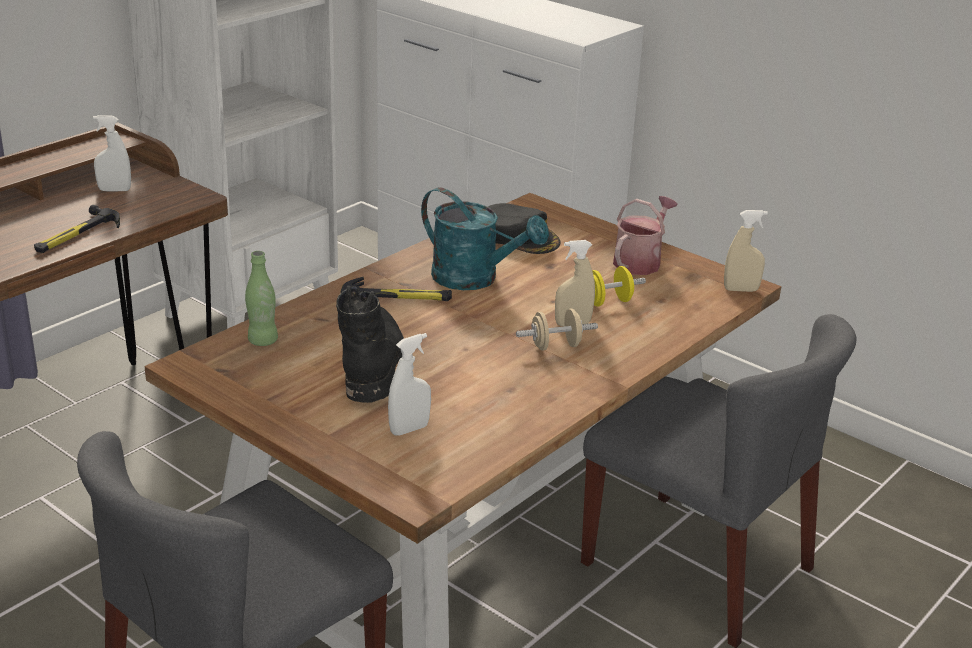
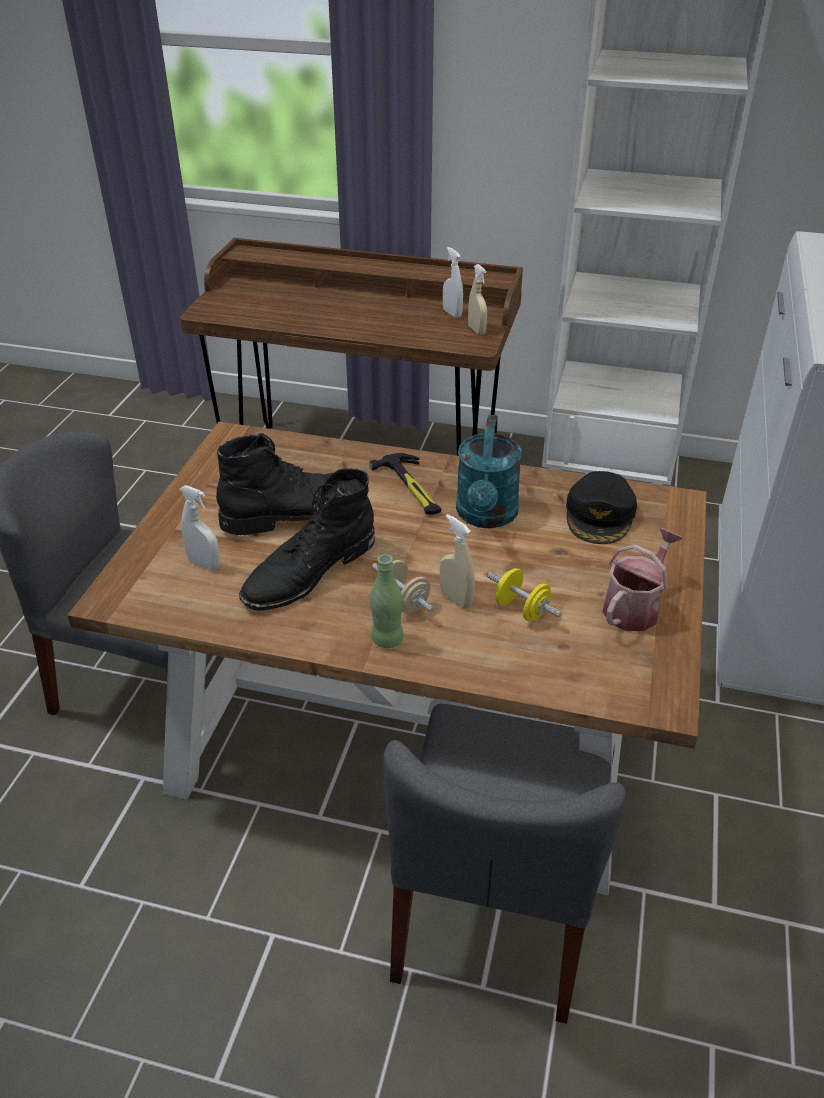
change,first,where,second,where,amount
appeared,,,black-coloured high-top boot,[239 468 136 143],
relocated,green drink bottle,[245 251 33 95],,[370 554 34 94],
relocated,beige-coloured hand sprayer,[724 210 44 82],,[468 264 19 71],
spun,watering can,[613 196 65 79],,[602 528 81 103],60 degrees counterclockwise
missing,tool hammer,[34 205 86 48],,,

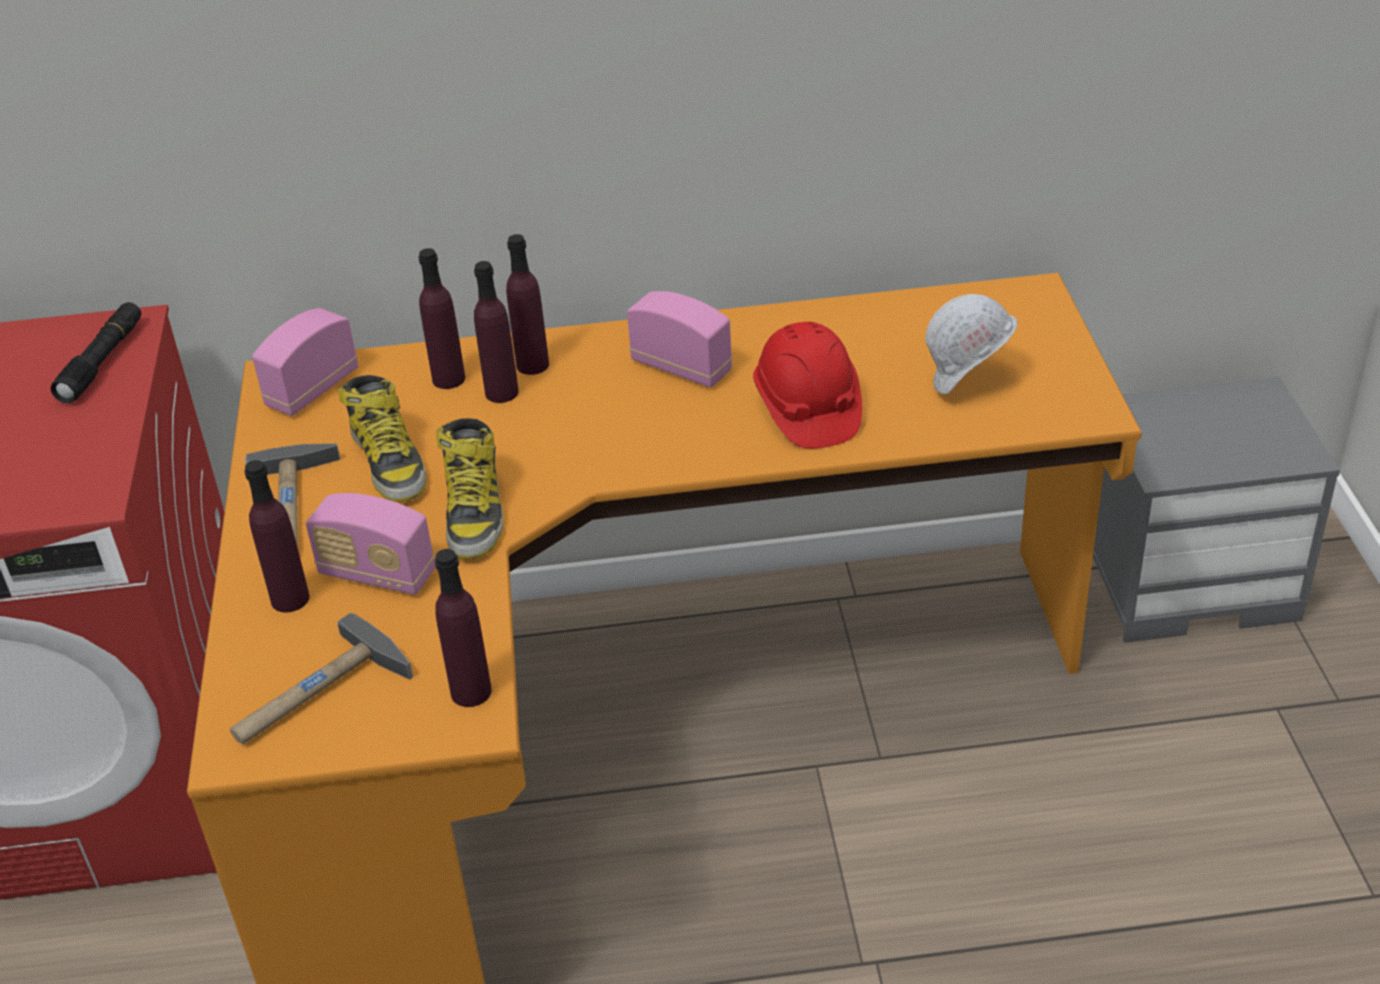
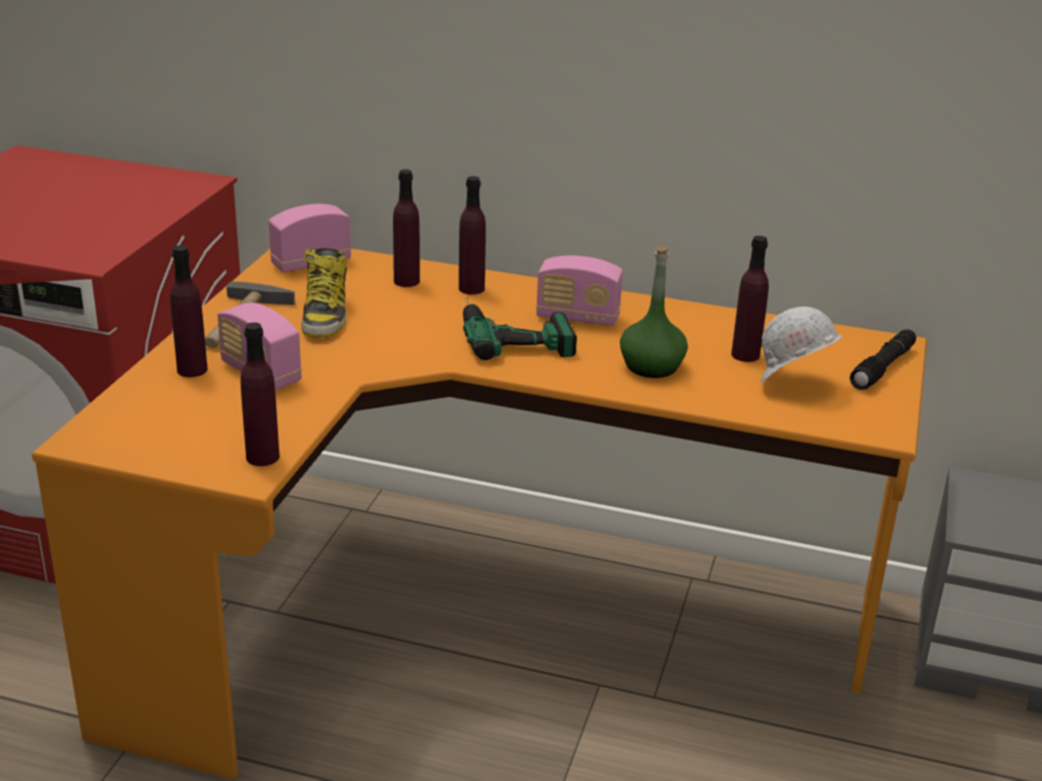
change,first,where,second,where,amount
appeared,,,electric drill,[463 298 114 62],
spun,radio,[627 291 105 97],,[536 255 87 71],135 degrees clockwise
exchanged,reddish safety helmet,[753 322 109 127],green drink bottle,[620 246 68 132],
relocated,purple-coloured drink bottle,[474 261 45 142],,[731 236 38 126],
relocated,black-coloured flashlight,[51 302 90 102],,[850 329 66 61],
missing,tool hammer,[230 613 183 131],,,
missing,high-top boot,[437 418 66 141],,,

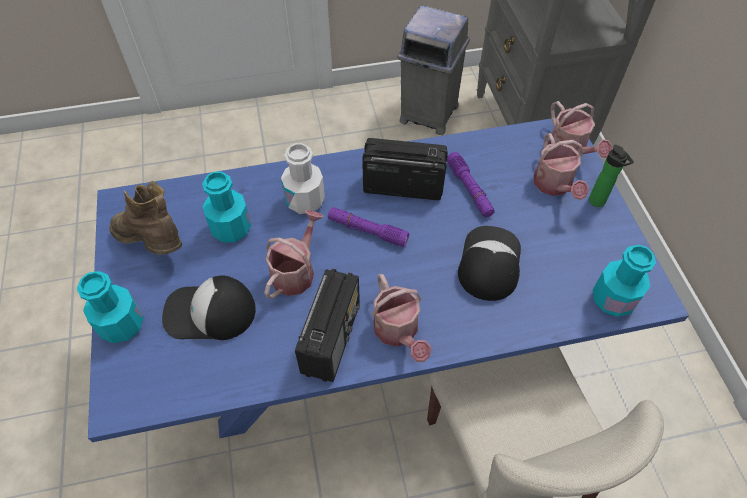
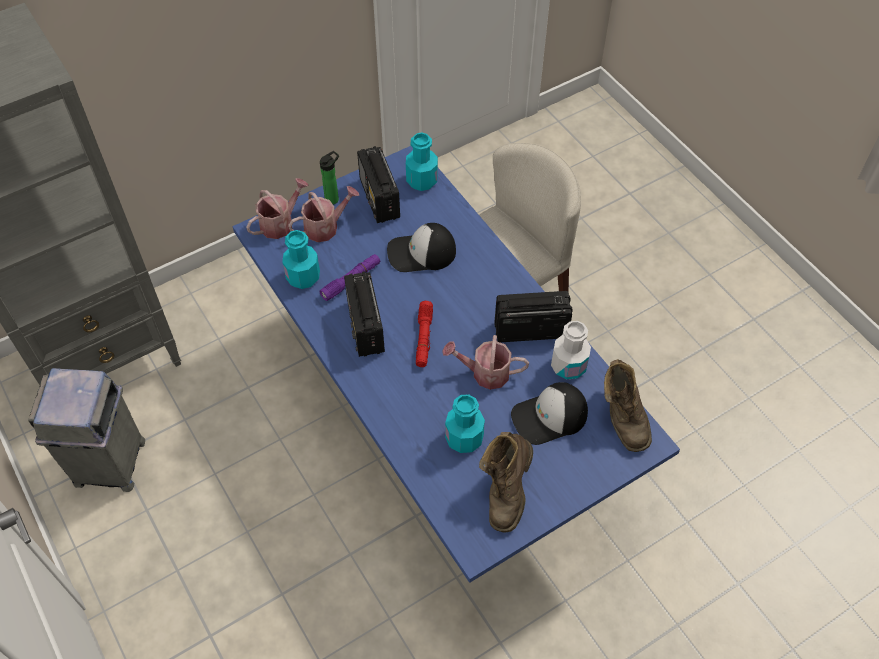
change,first,where,second,where,amount
relocated,blue-green drink bottle,[77 271 67 72],,[282 230 38 59],
appeared,,,radio,[357 146 43 77],
colour,purple-coloured flashlight,[328 207 81 40],reddish flashlight,[416 301 17 66],
spun,peaked cap,[162 276 94 64],,[511 382 77 63],90 degrees clockwise
relocated,white drink bottle,[281 143 44 71],,[551 321 40 58],
appeared,,,brownish high-top boot,[604 359 48 93],
missing,watering can,[372 274 60 88],,,

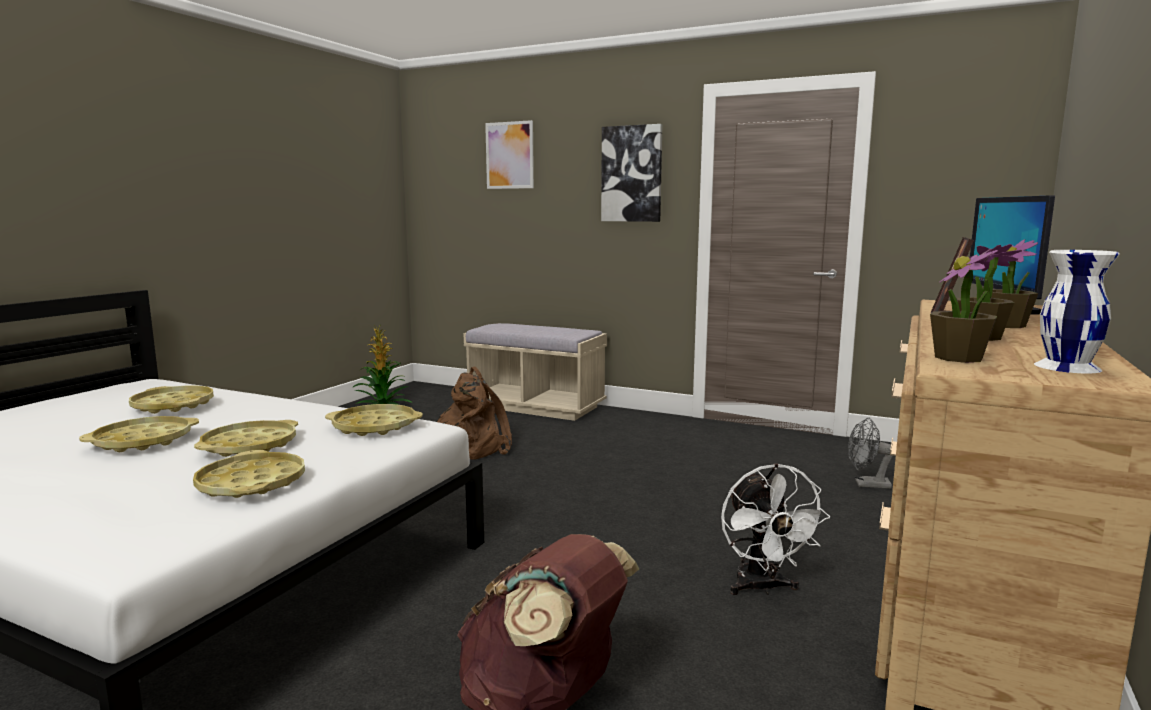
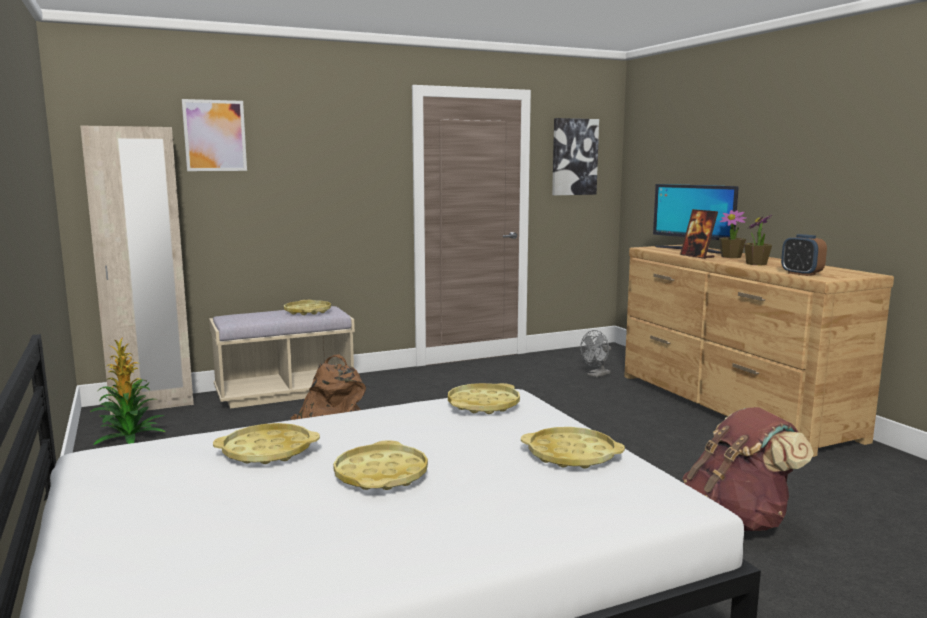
change,first,where,second,where,amount
appeared,,,beige-coloured clothes cupboard,[80 126 114 289],
relocated,yellowish tray,[194 420 104 37],,[284 300 47 15],
relocated,wall picture,[601 124 62 98],,[552 118 47 77],
exchanged,potted plant,[930 249 68 114],alarm clock,[781 234 46 42],
missing,white electric fan,[721 463 109 132],,,
missing,white flower vase,[1034 250 86 123],,,

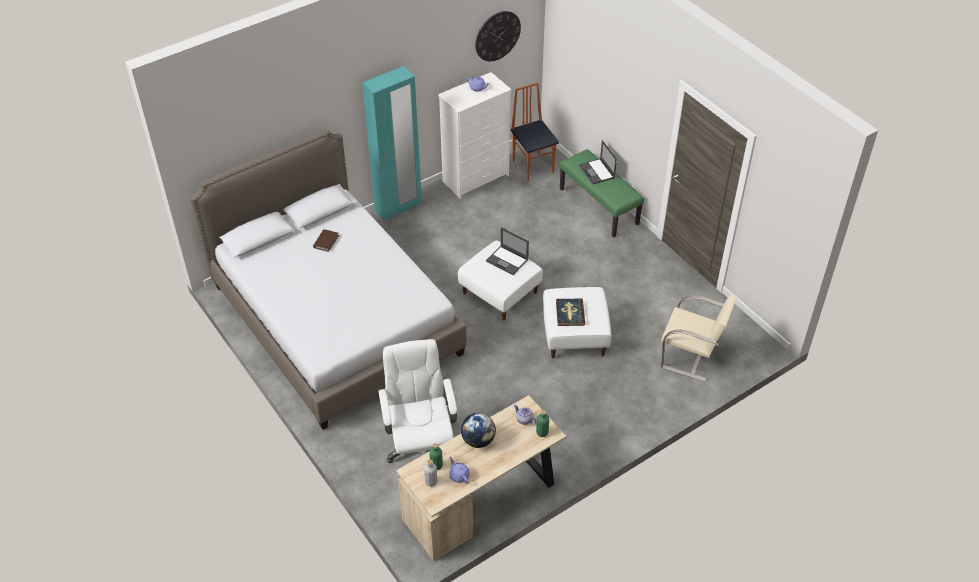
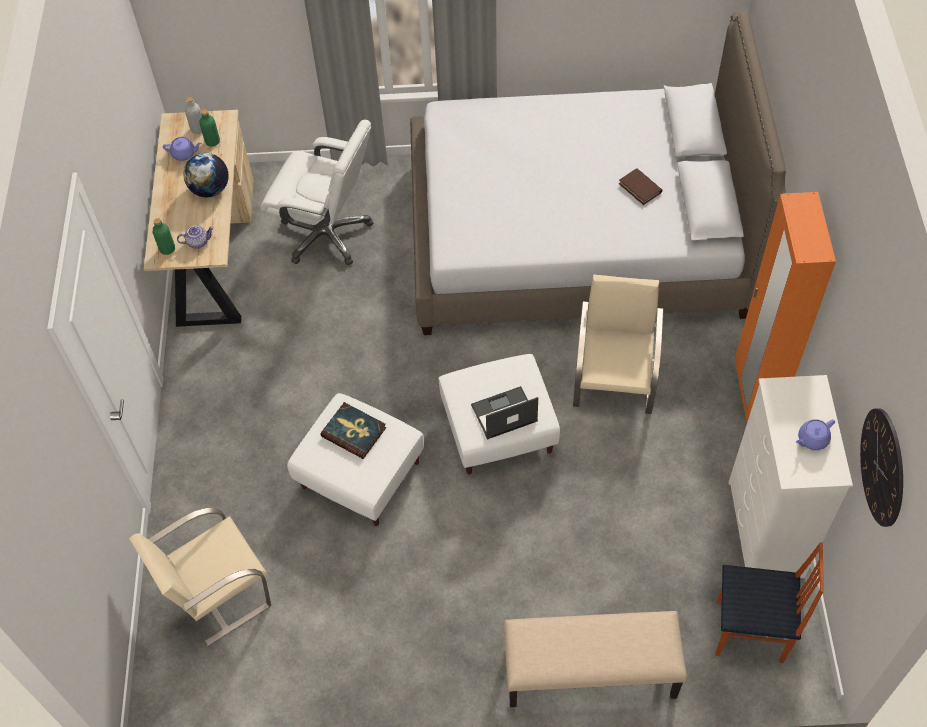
change,first,where,second,where,amount
colour,green indoor bench,[559 149 85 89],beige-coloured indoor bench,[504 611 183 96],
appeared,,,beige-coloured upright chair,[573 274 91 140],
colour,blue-green clothes cupboard,[362 66 60 155],orange-coloured clothes cupboard,[735 192 101 230],
missing,portable computer,[579 140 38 44],,,

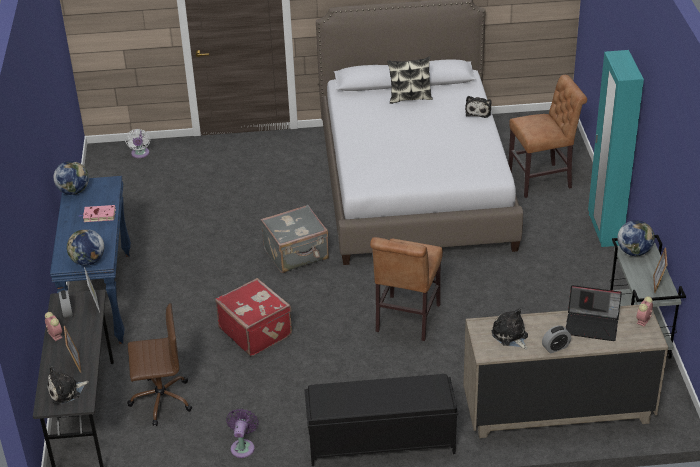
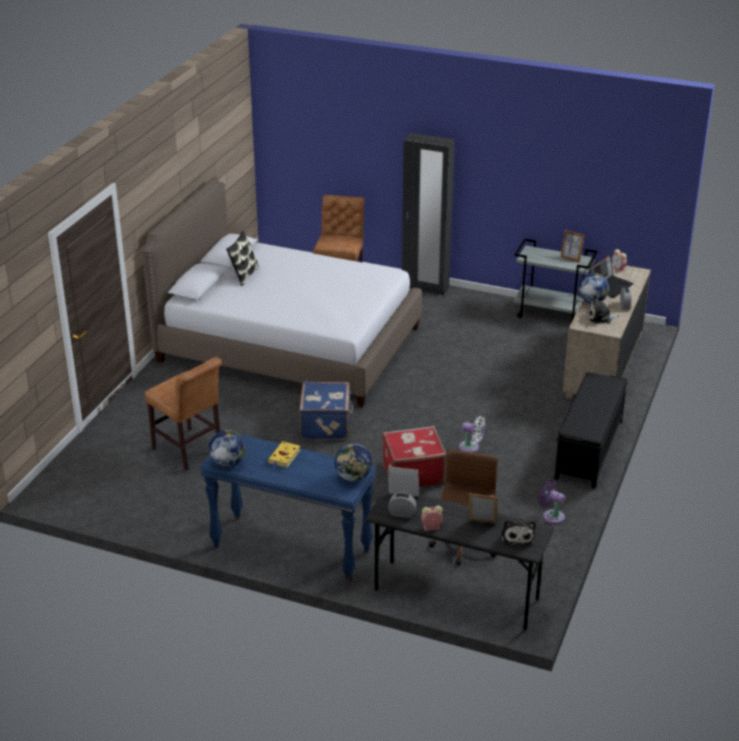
change,first,where,second,where,amount
relocated,brownish upright chair,[370 237 73 104],,[145 357 77 114],
colour,pink book,[79 205 37 17],yellowish book,[268 441 32 28],
colour,grey travel case,[261 205 68 68],blue travel case,[300 381 54 59],
colour,blue-green clothes cupboard,[588 50 56 197],black-coloured clothes cupboard,[402 133 53 162],
relocated,white electric fan,[125 129 25 29],,[459 416 26 37],
relocated,world globe,[617 220 38 36],,[578 273 31 30],
missing,plush toy,[465 96 27 22],,,

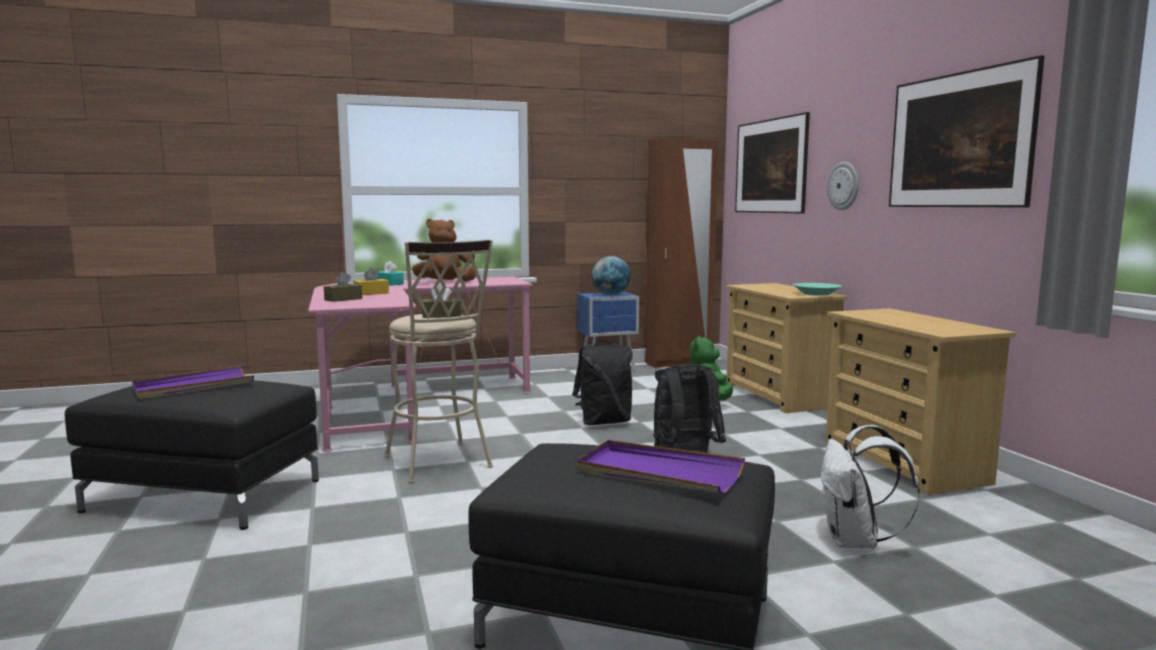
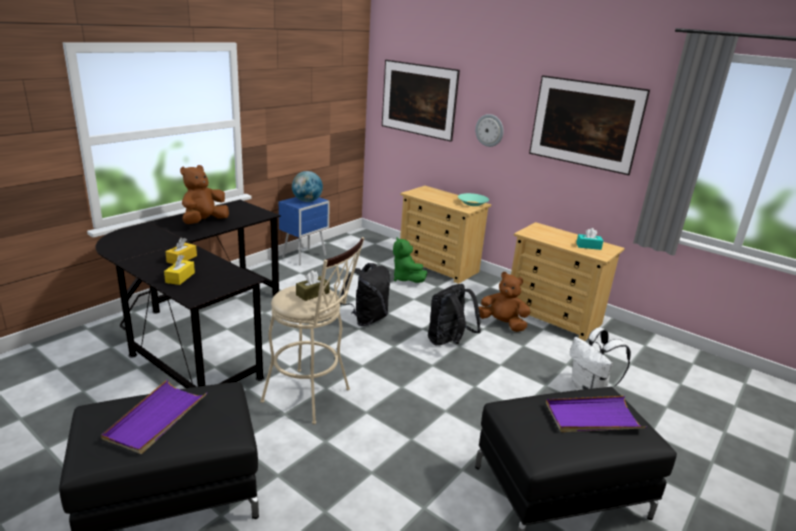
change,first,where,second,where,amount
colour,pink desk unit,[308 277 225 175],black-coloured desk unit,[96 200 185 188],
colour,brownish tissue holder,[324 272 38 30],yellowish tissue holder,[164 255 31 30],
appeared,,,brownish plush toy,[479 272 51 60],
relocated,blue-green tissue holder,[377 261 27 25],,[576 228 27 22],
missing,brownish clothes cupboard,[645 138 74 230],,,

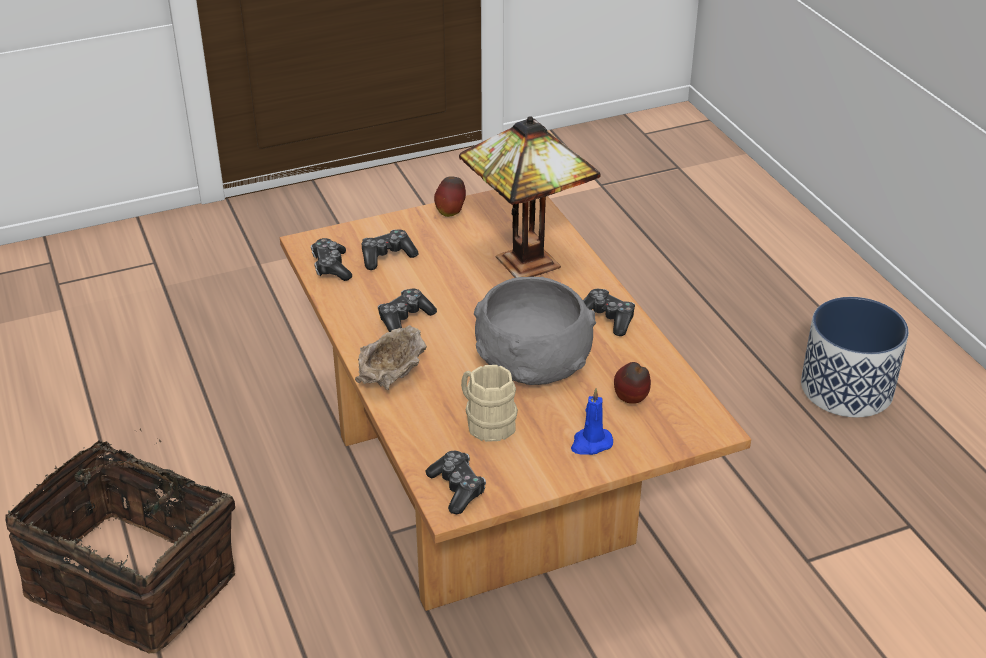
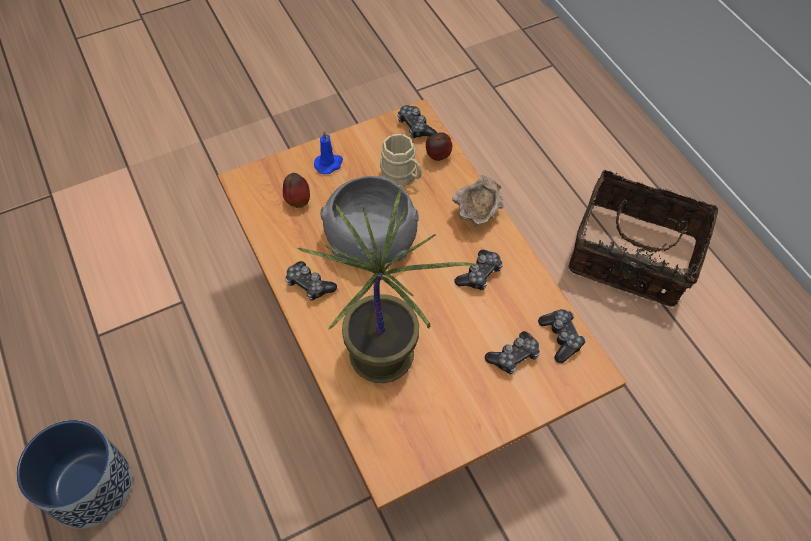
change,first,where,second,where,amount
exchanged,tabletop lamp,[459 116 142 162],potted plant,[298 189 179 194],
relocated,apple,[434 176 32 41],,[426 132 26 29],

